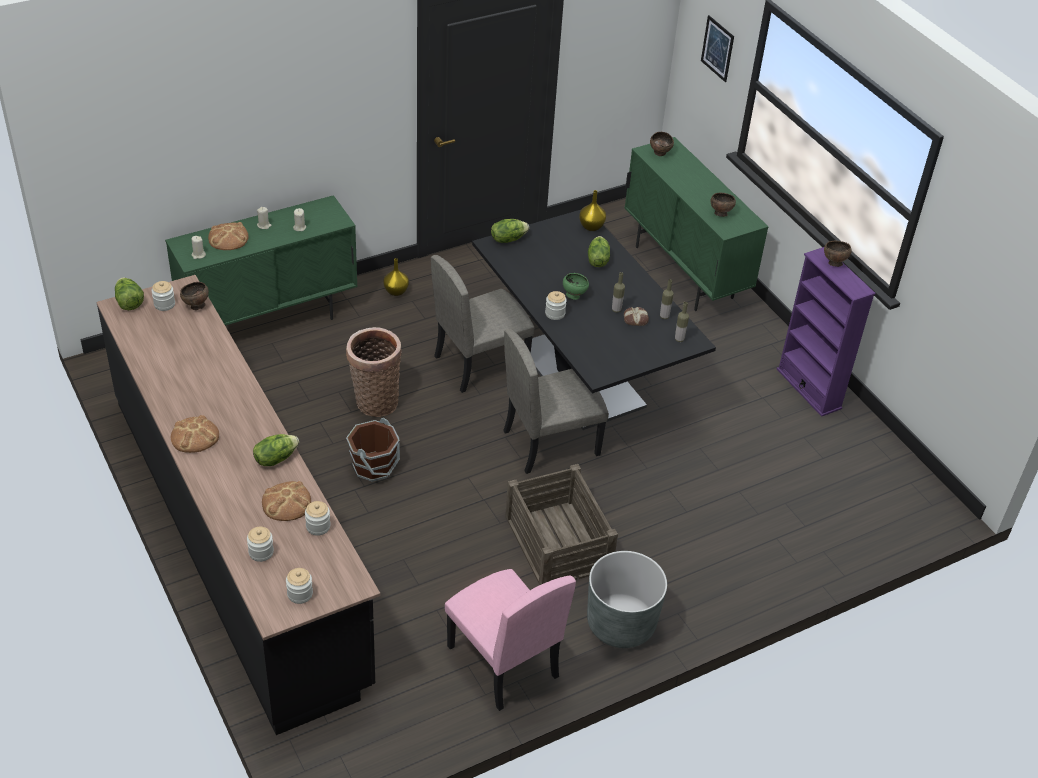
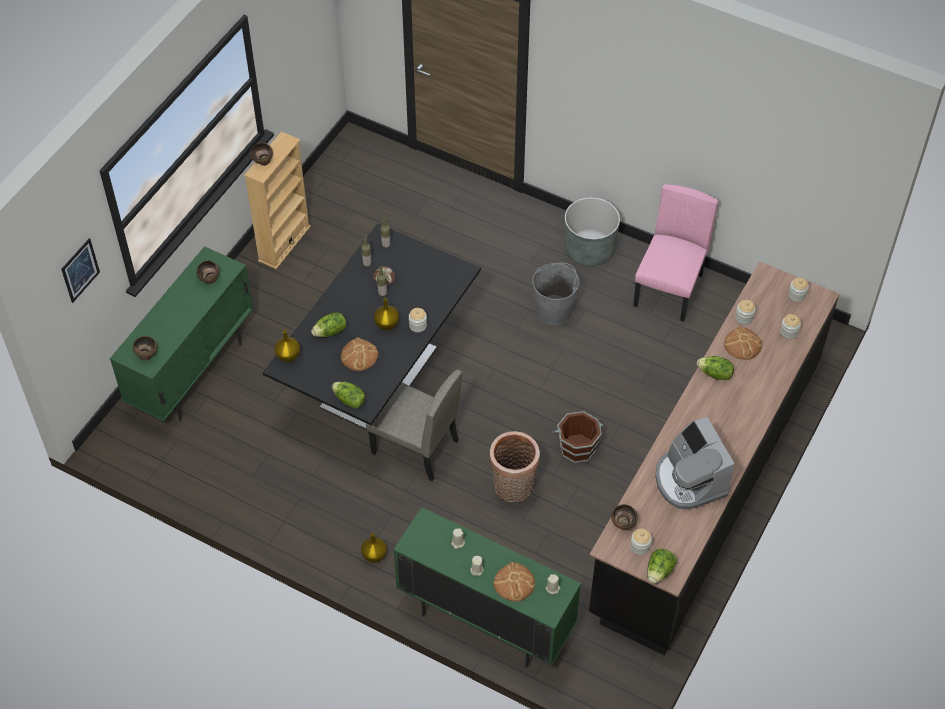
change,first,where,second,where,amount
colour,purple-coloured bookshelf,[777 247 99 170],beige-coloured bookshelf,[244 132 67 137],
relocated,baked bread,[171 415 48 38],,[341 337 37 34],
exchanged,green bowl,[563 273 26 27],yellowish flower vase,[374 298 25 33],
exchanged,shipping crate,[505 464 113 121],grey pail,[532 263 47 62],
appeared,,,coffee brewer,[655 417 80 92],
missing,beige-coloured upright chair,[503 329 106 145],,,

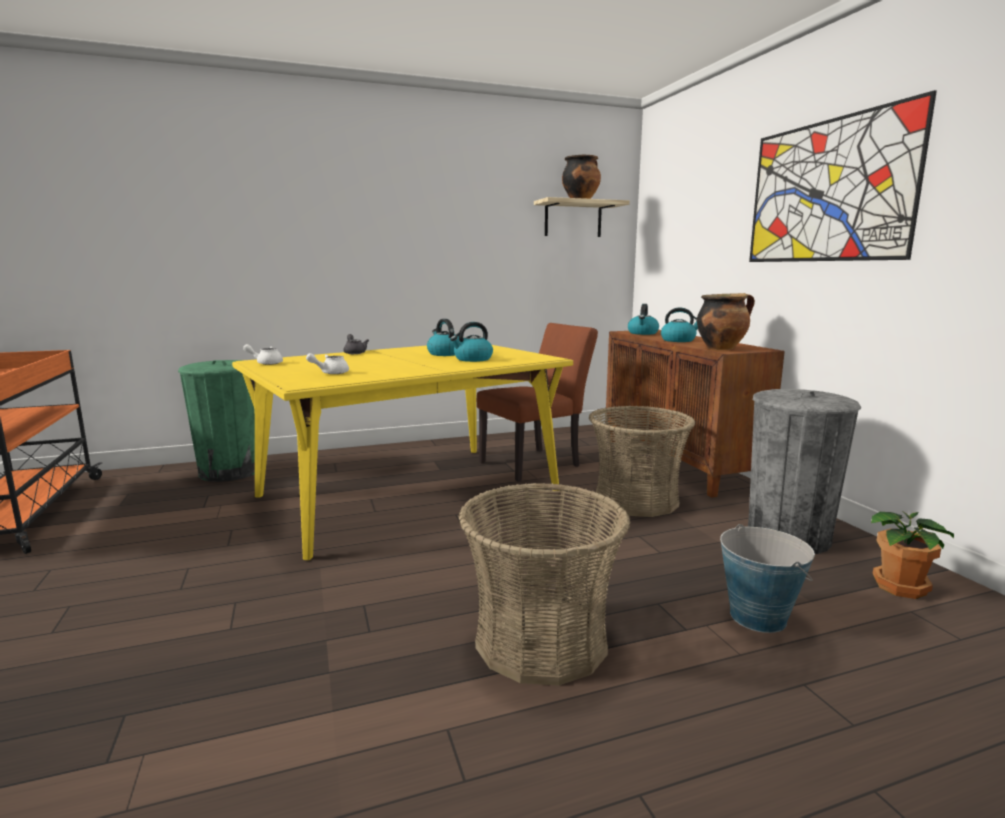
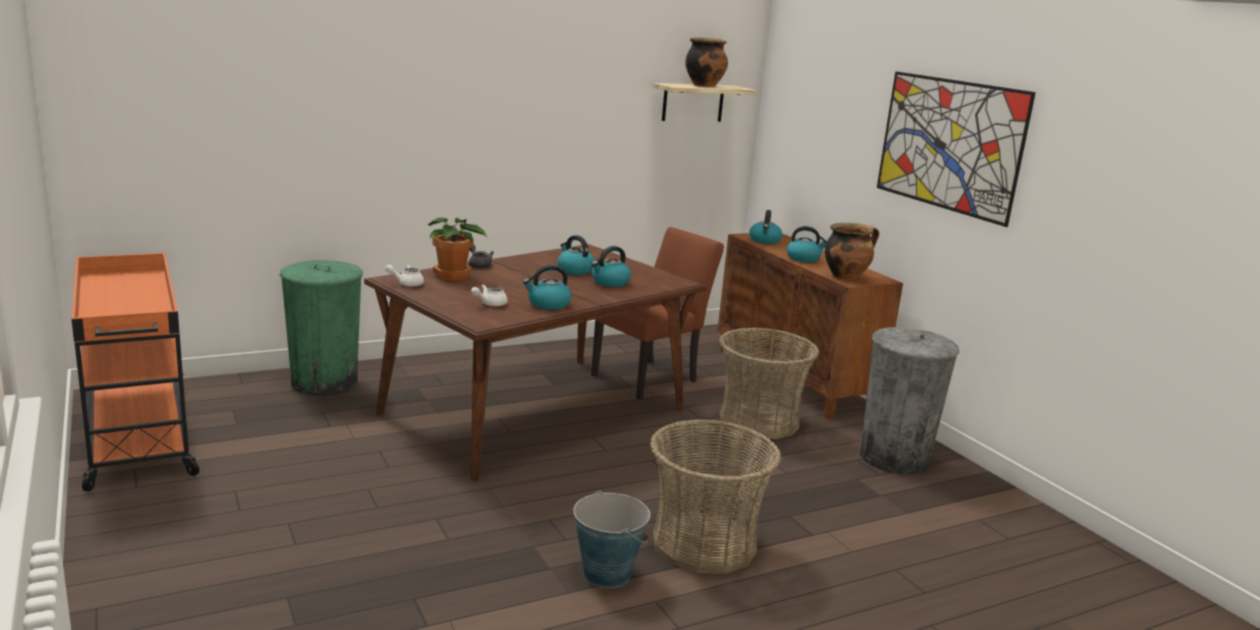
change,first,where,second,where,amount
colour,yellowish kitchen table,[232 345 341 215],brownish kitchen table,[364 244 343 237],
relocated,potted plant,[871 510 83 89],,[428 218 60 63],
appeared,,,water kettle,[523 265 48 45],
relocated,pail,[720 524 95 109],,[574 490 76 98],

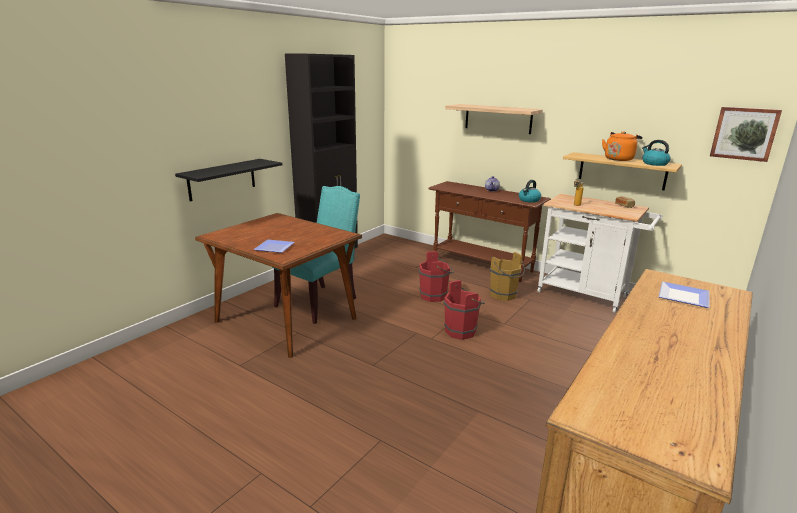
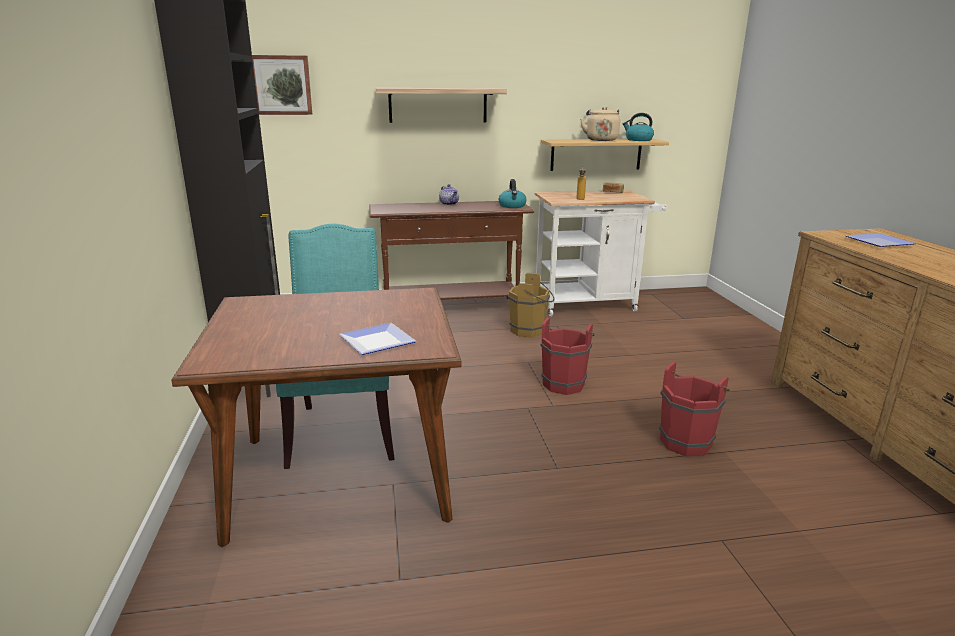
change,first,where,second,where,amount
relocated,wall picture,[710 107 72 55],,[252 55 60 60],
colour,orange-coloured water kettle,[602 131 40 30],beige-coloured water kettle,[580 107 40 34],
relocated,reddish pail,[418 251 36 51],,[659 361 71 95],
missing,black-coloured shelf,[175 159 107 42],,,

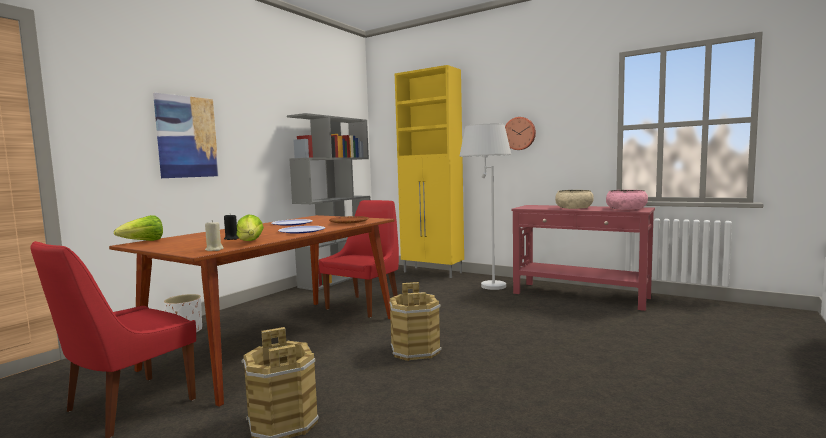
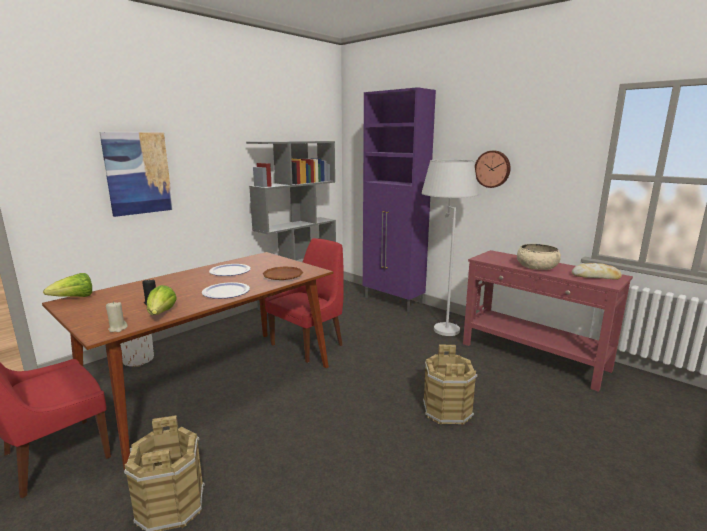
change,first,where,second,where,amount
colour,yellowish cabinet,[395 65 69 213],purple-coloured cabinet,[363 87 73 225],
relocated,brownish pail,[389 282 53 79],,[423 345 55 80],
exchanged,pink bowl,[606 190 42 20],baked bread,[572 263 50 17],

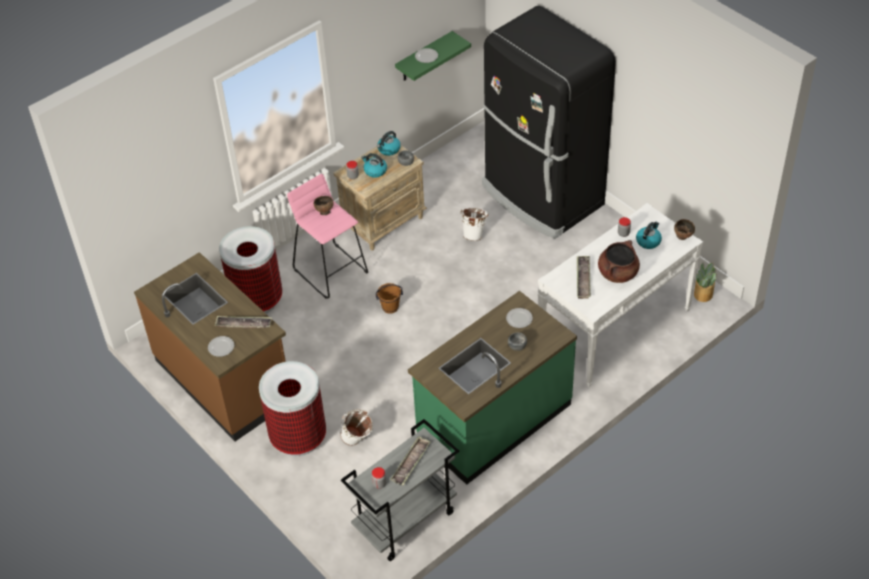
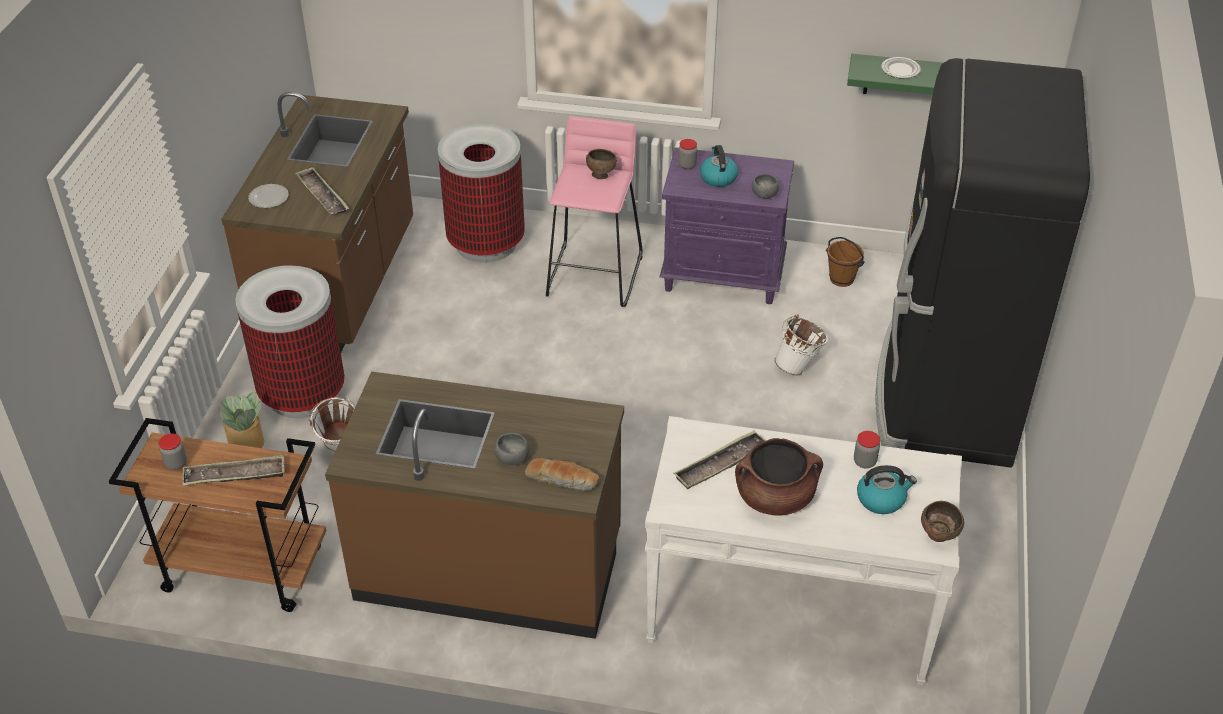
change,first,where,second,where,amount
colour,grey wheeled cart,[341 419 118 142],brownish wheeled cart,[109 418 217 194],
relocated,potted plant,[694 263 23 39],,[217 392 47 56],
colour,green kitchen counter,[408 291 169 194],brownish kitchen counter,[325 371 299 268],
appeared,,,baked bread,[525 458 74 33],
colour,beige-coloured night table,[334 144 93 106],purple-coloured night table,[660 148 134 156],
relocated,brownish pail,[376 283 27 31],,[826 237 39 50],
missing,water kettle,[377 131 24 25],,,
missing,plate,[506 308 27 20],,,

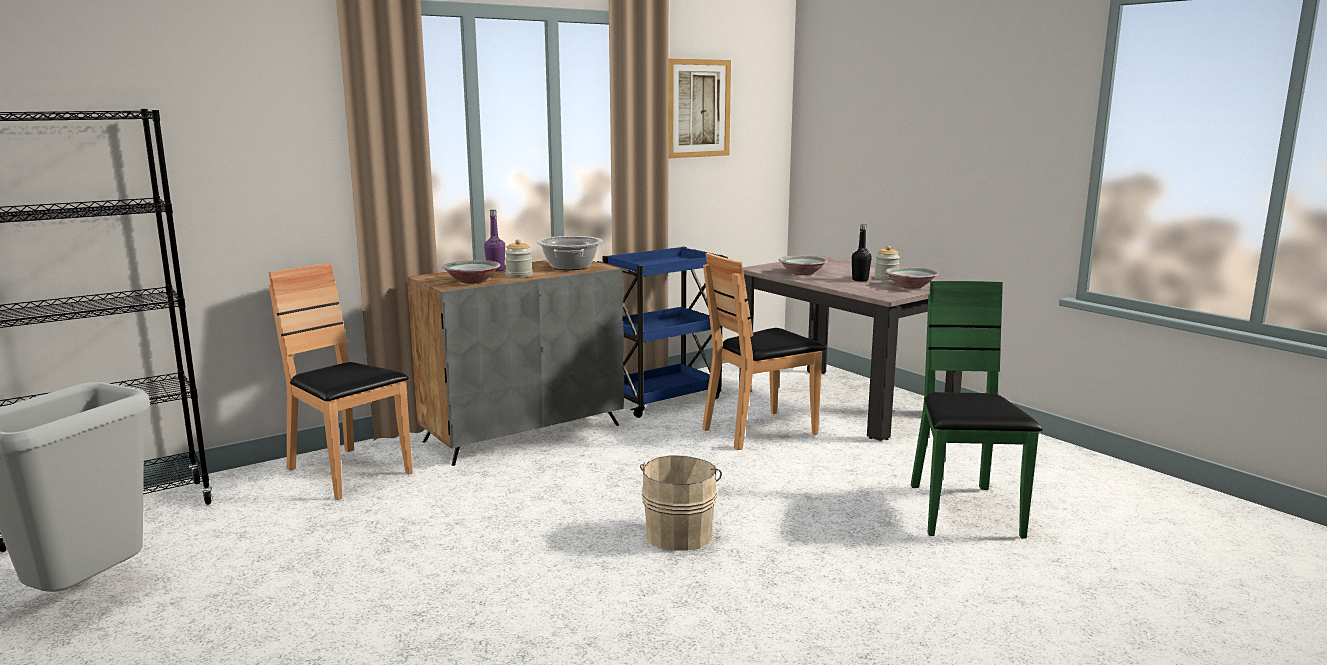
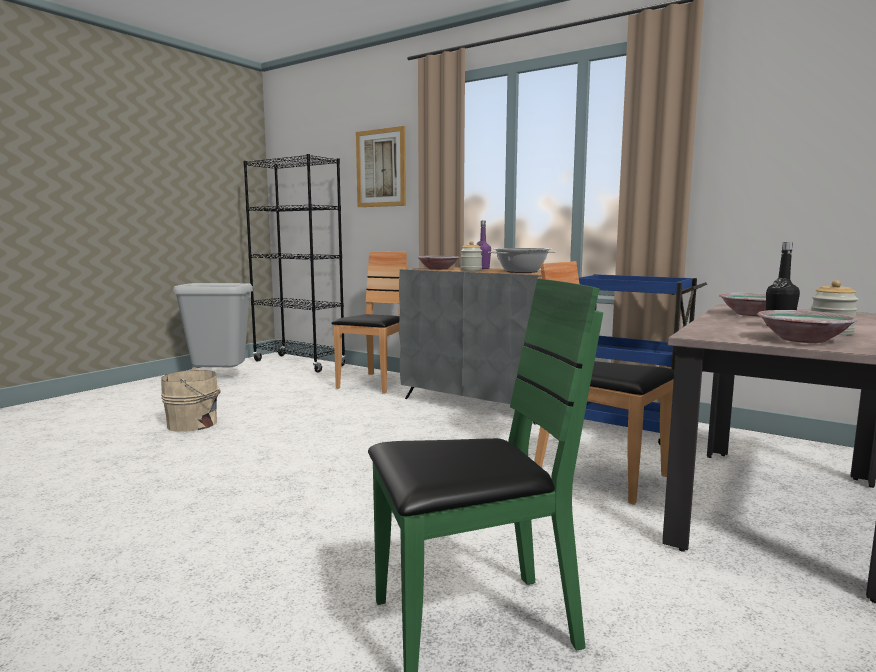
change,first,where,second,where,amount
relocated,beige-coloured pail,[640 455 82 95],,[161 367 60 65],
relocated,wall picture,[668 59 63 100],,[356 126 50 81],

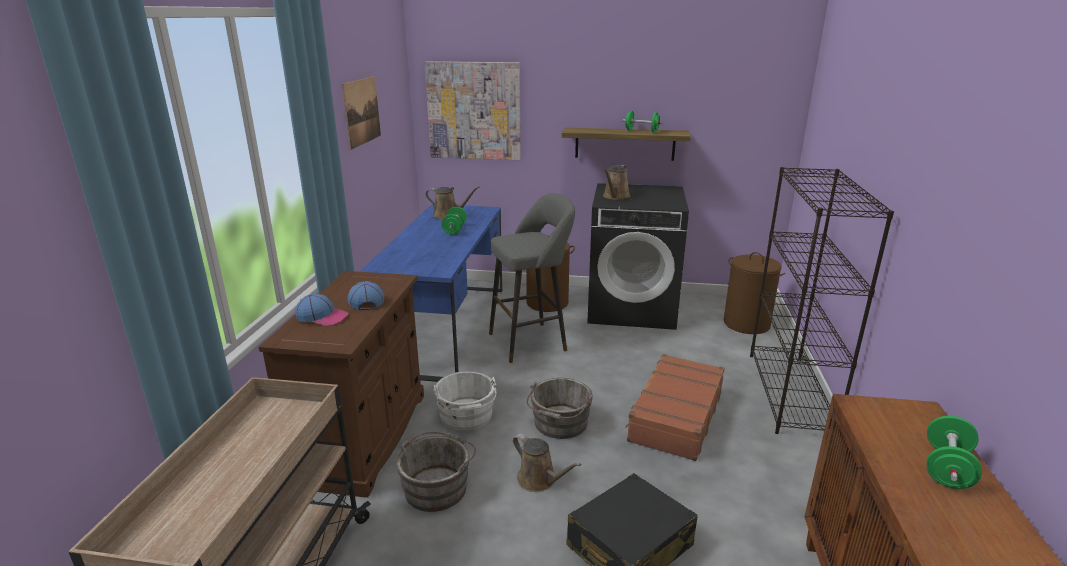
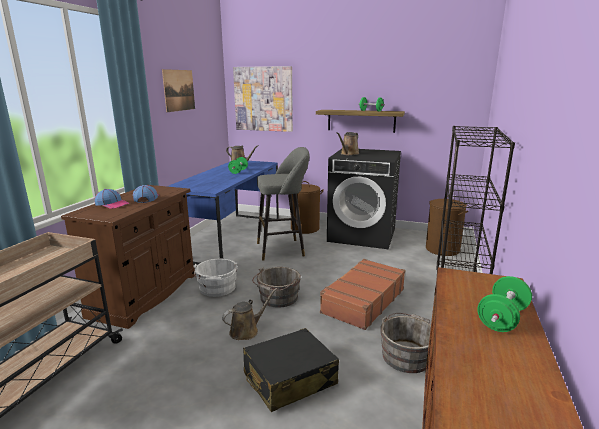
change,first,where,second,where,amount
spun,brownish watering can,[513 434 68 58],,[222 288 55 52],90 degrees counterclockwise
relocated,grey pail,[396 432 80 80],,[380 313 51 60],

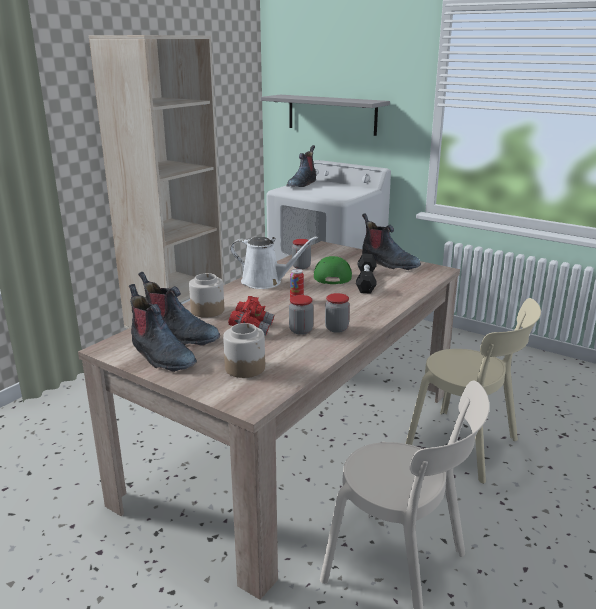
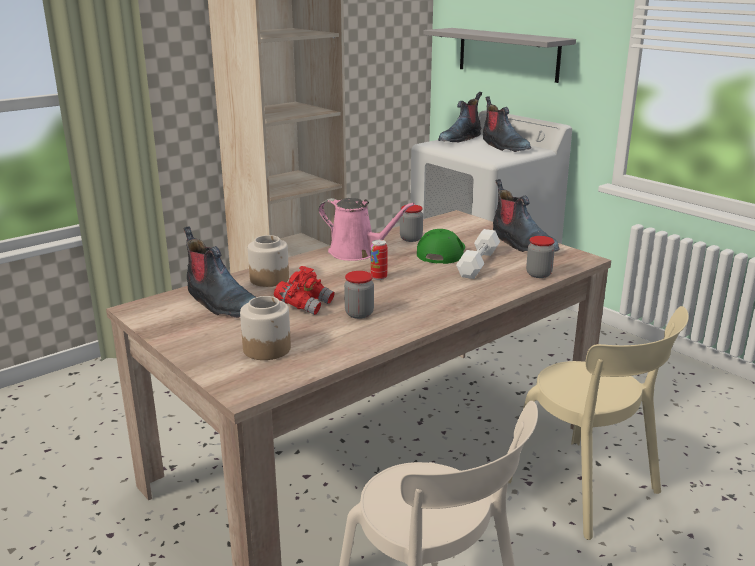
change,first,where,second,where,amount
colour,white watering can,[230 236 88 53],pink watering can,[319 198 96 63],
colour,black-coloured hand weight,[356 254 20 40],white hand weight,[456 229 44 50],
relocated,high-top boot,[129 284 68 88],,[483 96 48 56],
relocated,storage jar,[325 293 25 40],,[526 236 29 42],

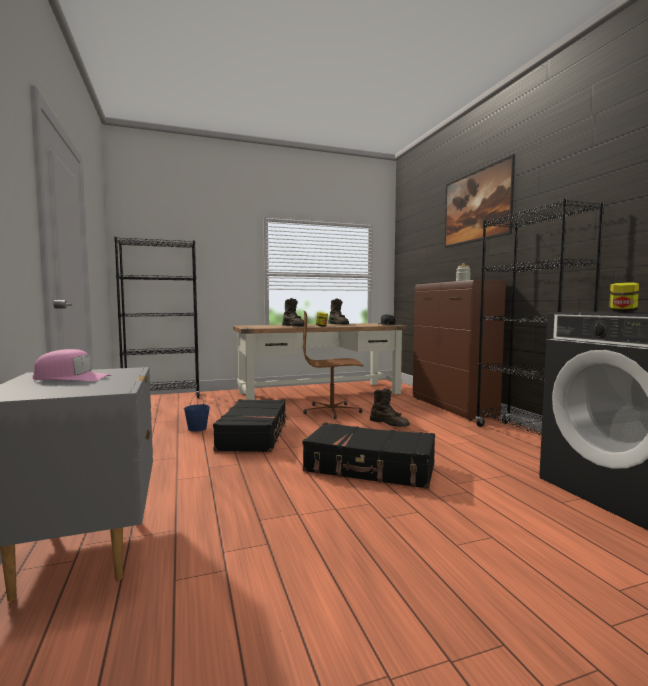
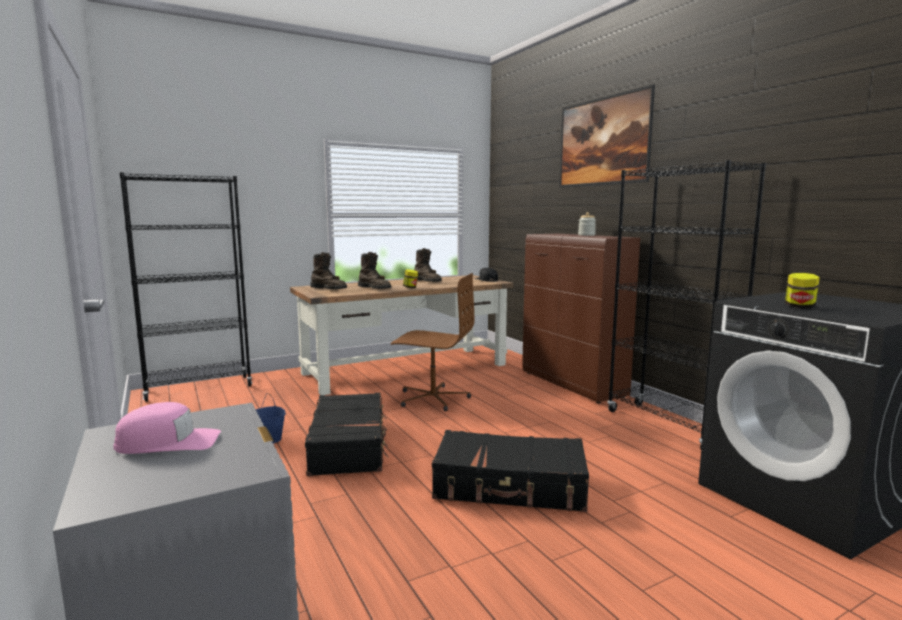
change,first,where,second,where,amount
relocated,brownish high-top boot,[370 388 40 39],,[310 252 37 37],
spun,brownish office chair,[303 311 61 108],,[391 273 83 138],150 degrees counterclockwise

